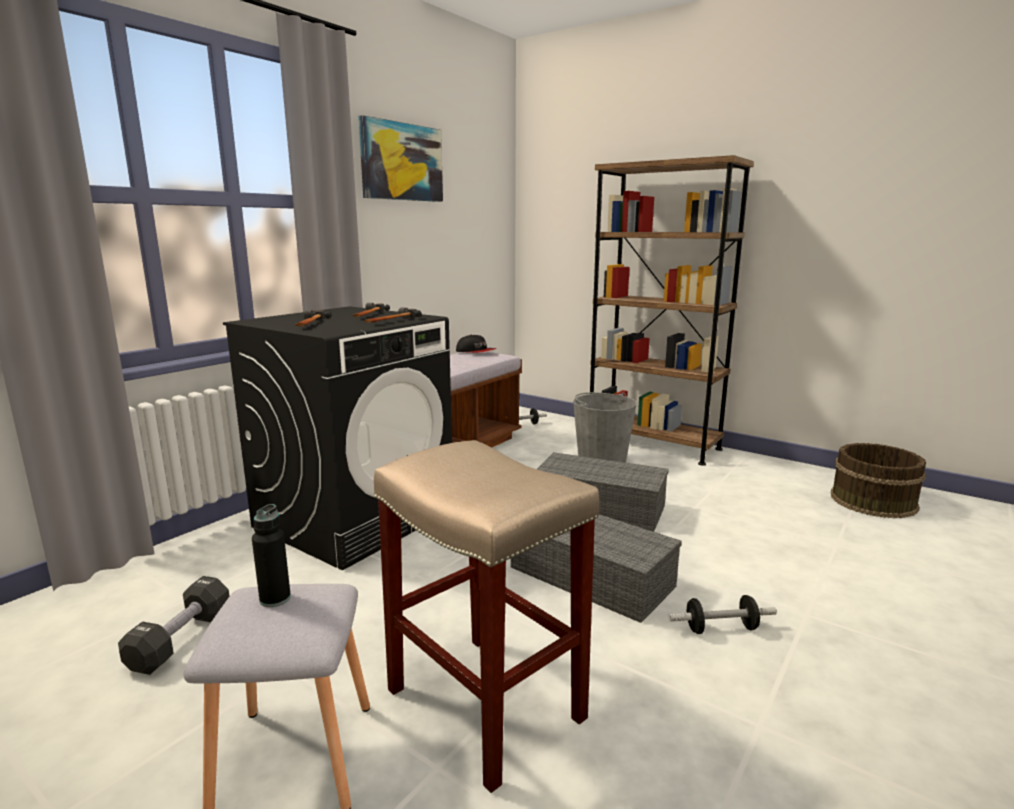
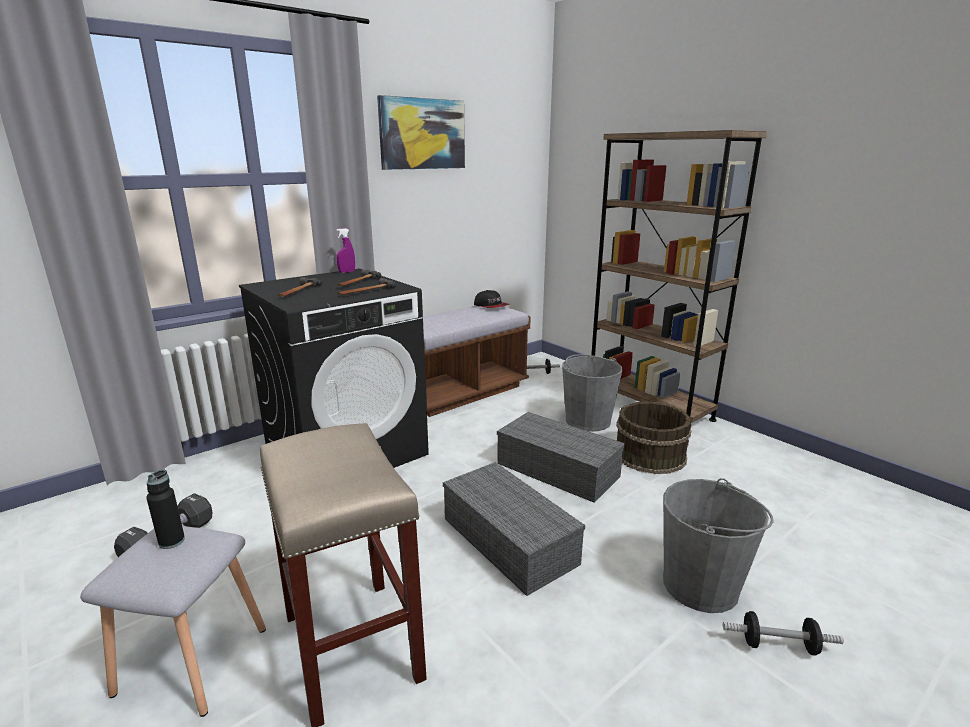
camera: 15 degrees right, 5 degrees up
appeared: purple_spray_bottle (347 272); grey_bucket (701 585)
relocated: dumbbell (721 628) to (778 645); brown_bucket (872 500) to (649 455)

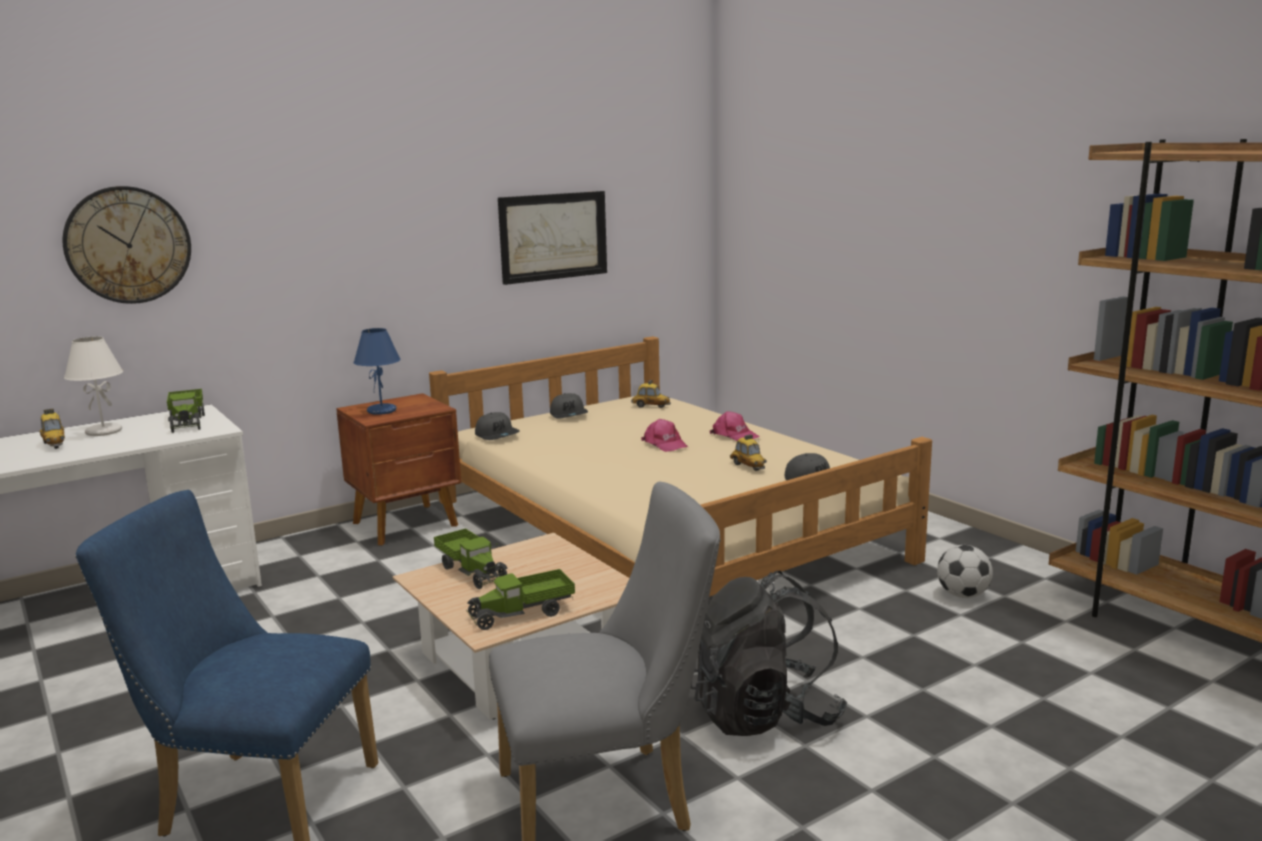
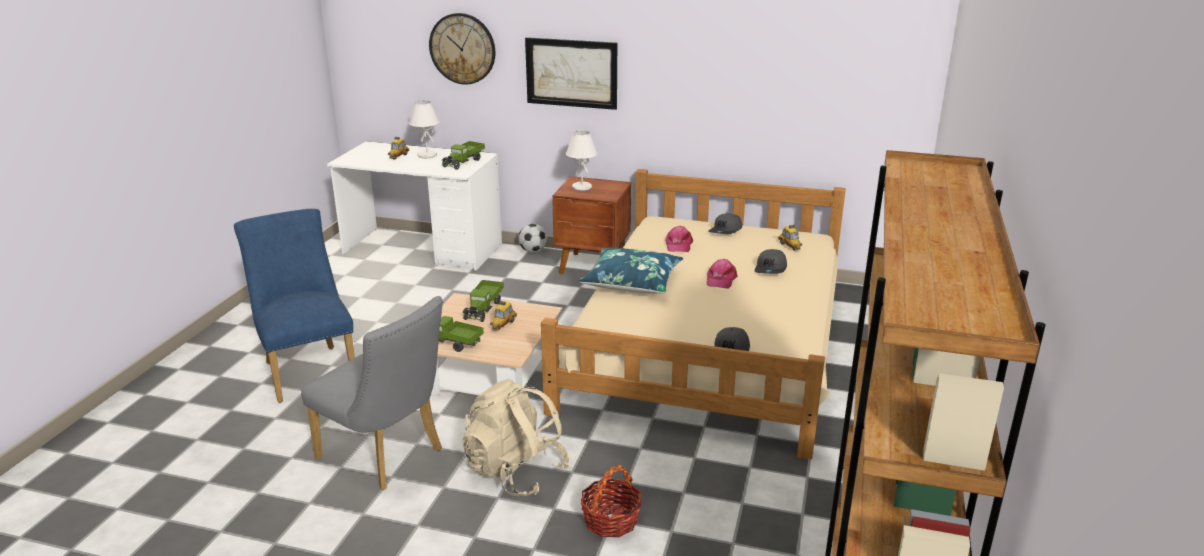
camera: 50 degrees right, 10 degrees up
appeared: blue_pillow (632 281); basket (611 520)
relocated: grey_cap (497 435) to (771 269); picture (553 236) to (571 73); pink_cap (734 436) to (678 245); toy_car (748 466) to (503 324); football (963 595) to (533 251)
colour: blue_table_lamp (382 411) to white_table_lamp (581 187); black_backpack (764 715) to beige_backpack (515 472)

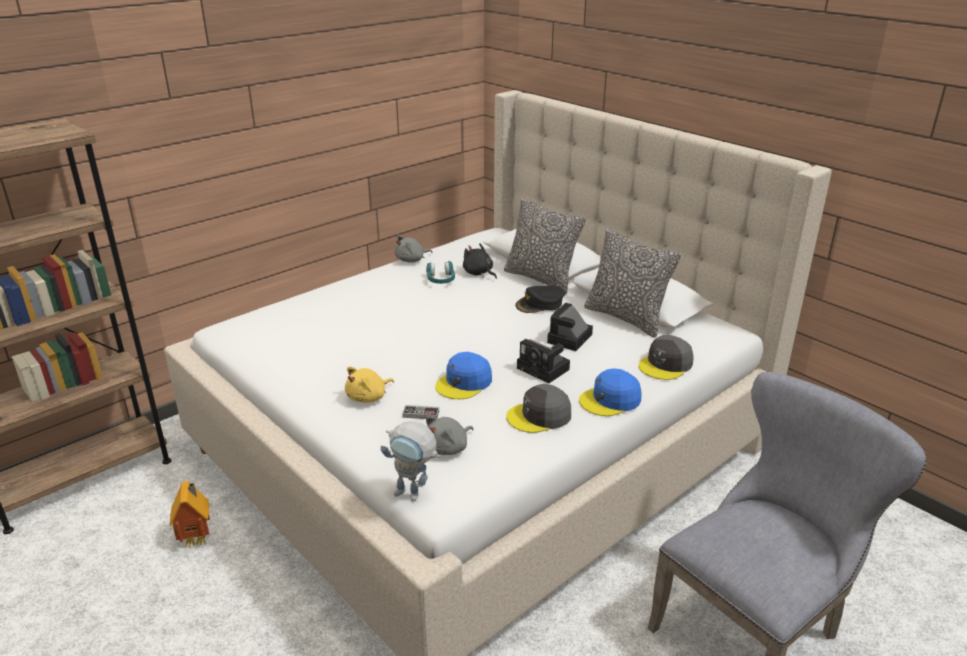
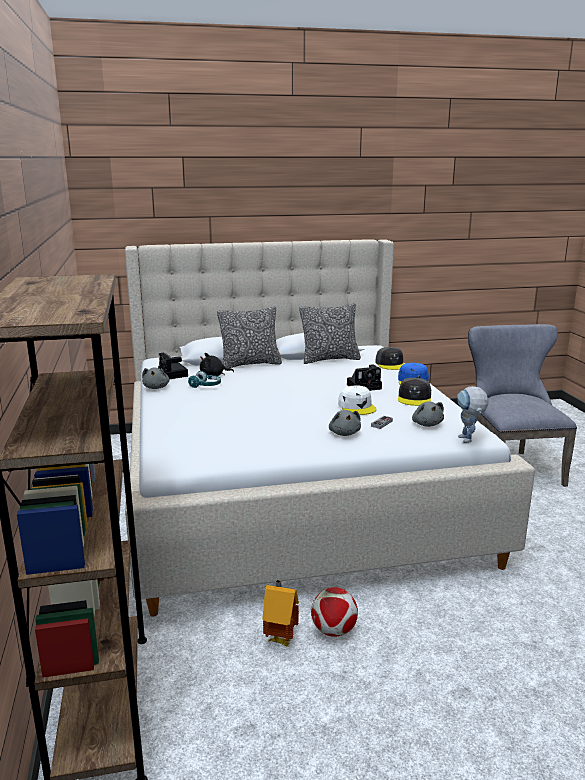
camera: 60 degrees left, 10 degrees down
missing: black_cap (540 304)
appeared: football (334 631)
relocated: photo_camera (569 339) to (174 374)
colour: yellow_plush_toy (368 397) to grey_plush_toy (344 433); blue_cap (464 383) to white_cap (357 407)
spun: toy_robot (414 495) = (468 441) 120 degrees clockwise

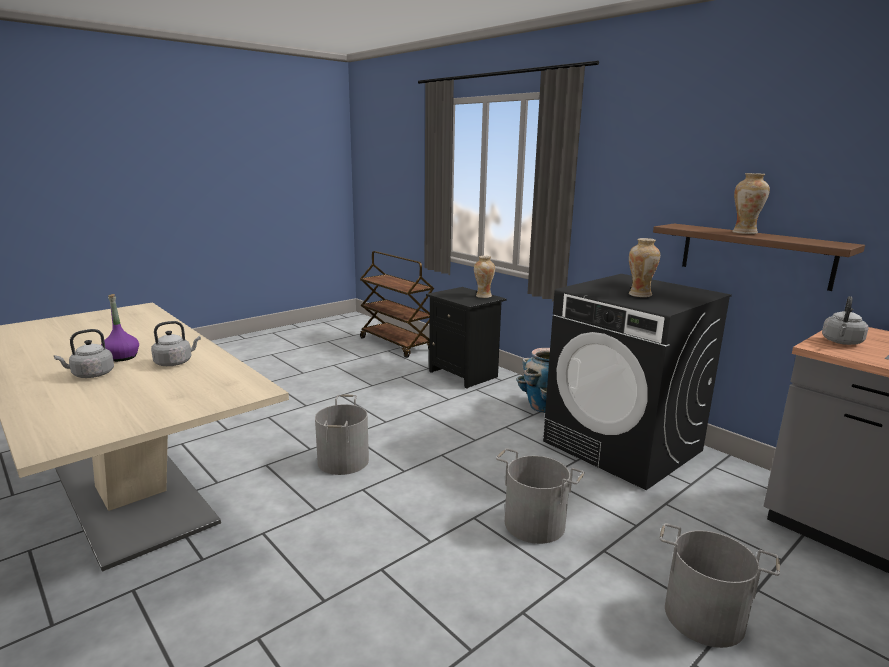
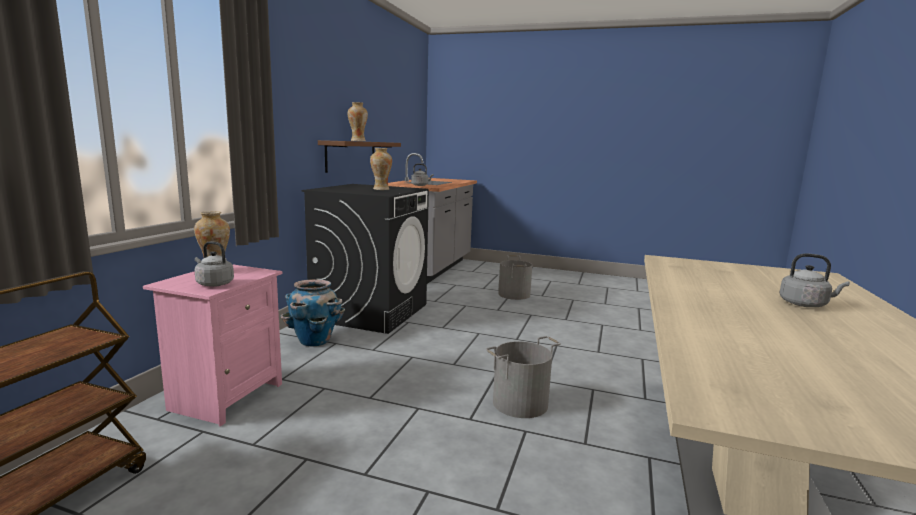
camera: 120 degrees left, 5 degrees down
missing: purple_bottle (122 357); grey_bucket (534 524)
relocated: grey_kettle (175 362) to (213 284)
colour: black_nightstand (464 374) to pink_nightstand (225 397)

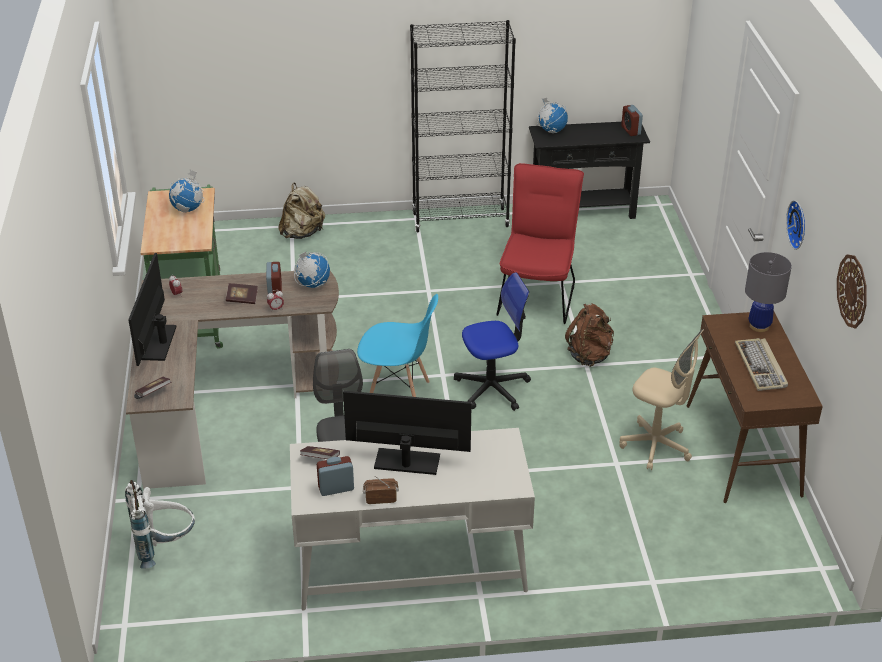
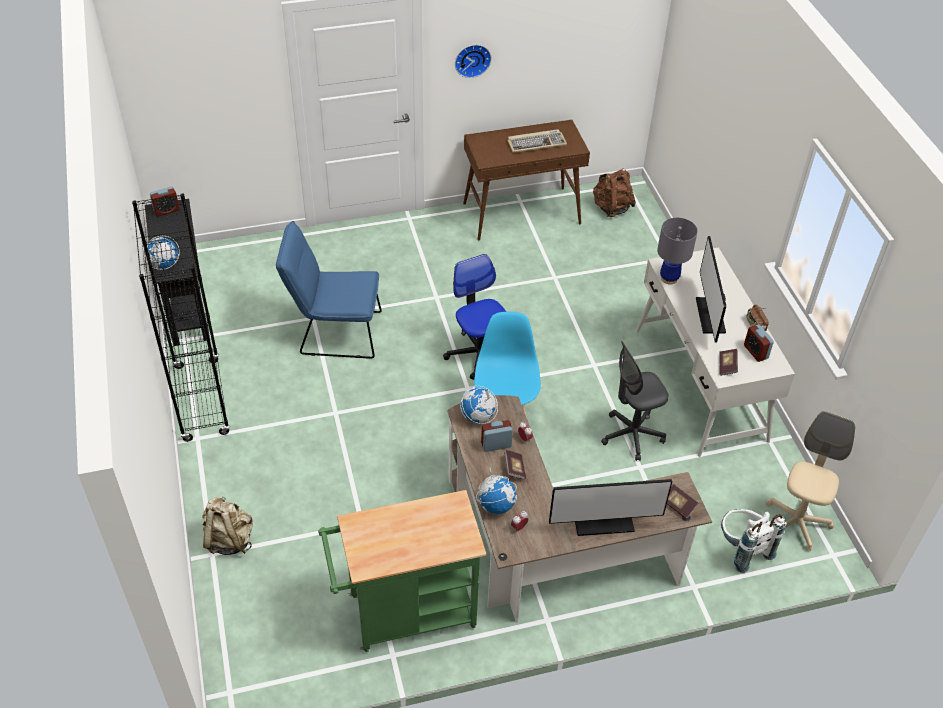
camera: 100 degrees left, 10 degrees up
missing: wall_clock (852 291)
relocated: globe (188 209) to (496 505); brown_backpack (589 356) to (611 208); beige_office_chair (656 446) to (796 522); grey_table_lamp (759 326) to (669 278)
colour: red_chair (537 294) to blue_chair (334 332)

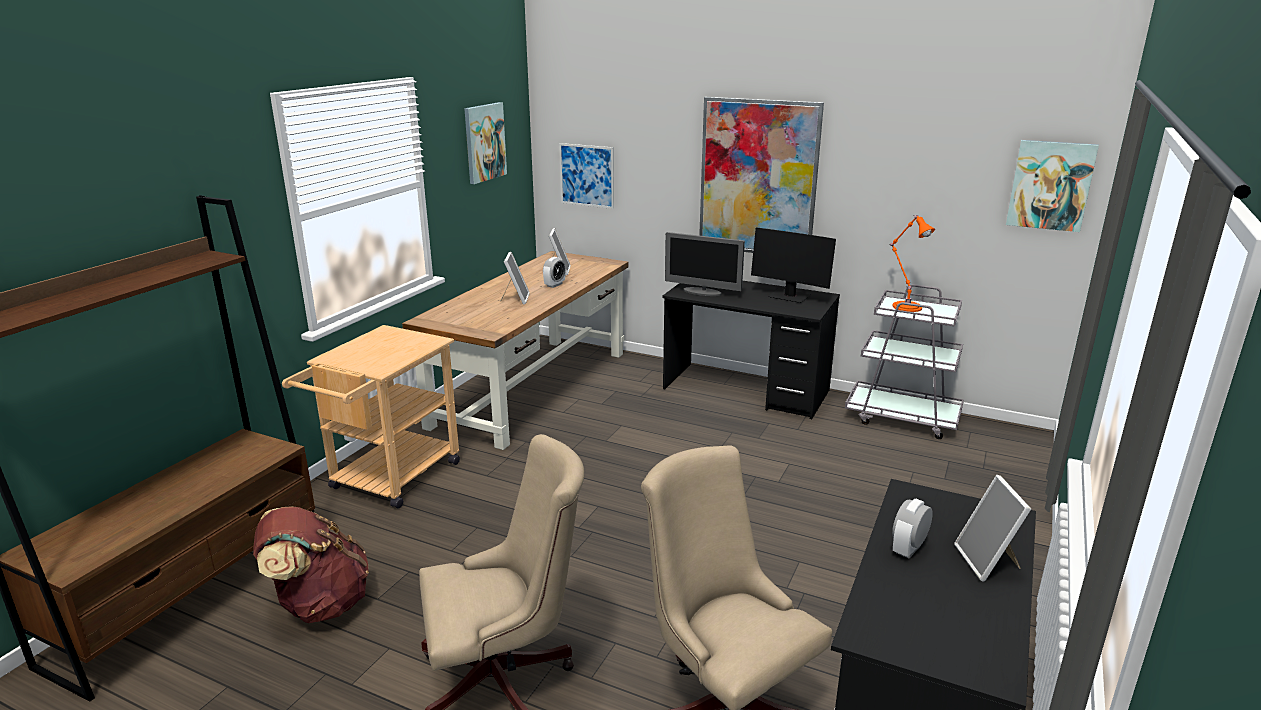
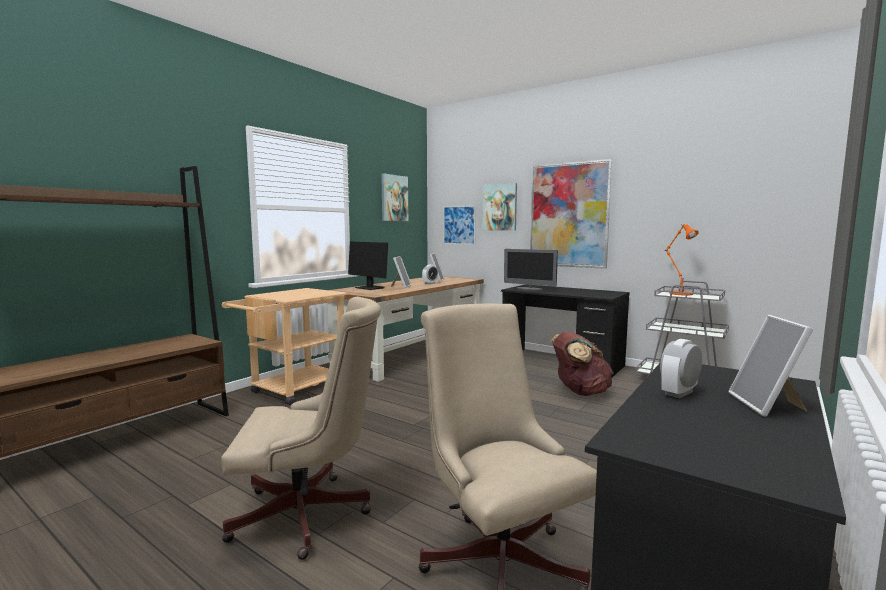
camera: 10 degrees right, 15 degrees down
relocated: brown_backpack (319 604) to (580 392); monitor (789 296) to (369 288); picture (1050 185) to (500 207)

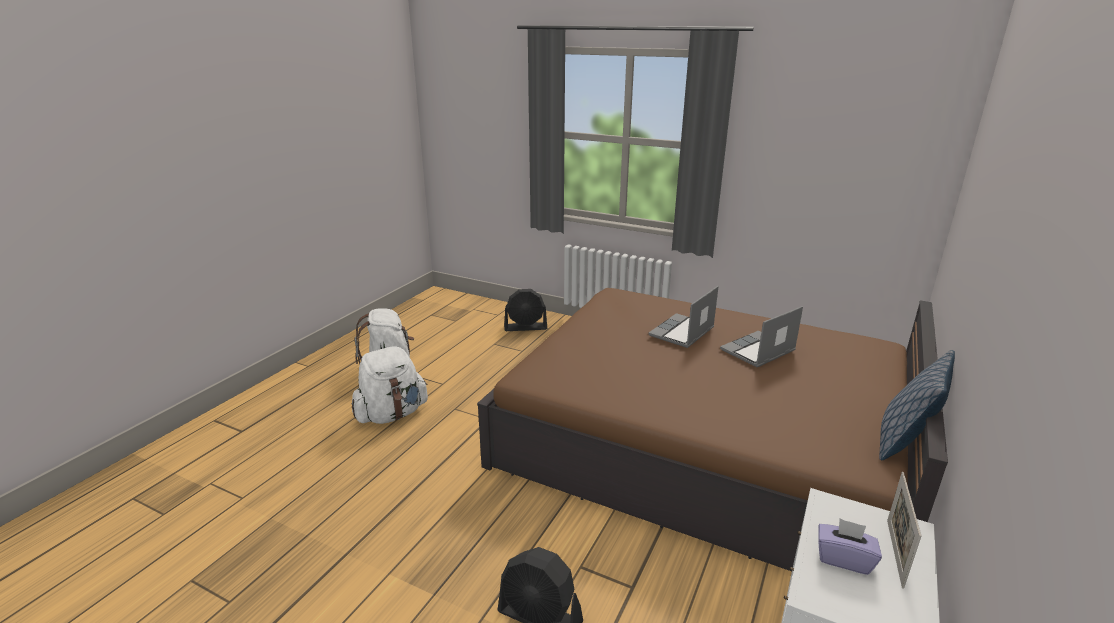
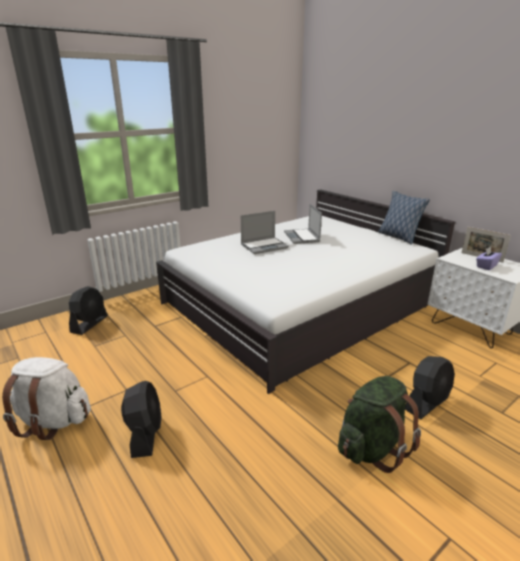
camera: 65 degrees left, 0 degrees up
appeared: green_backpack (372 448)
exchanged: white_backpack (392 414) to black_fan (145 434)
colour: brown_bed (704 442) to white_bed (300 303)
spun: laptop (682 333) = (264 246) 90 degrees counterclockwise

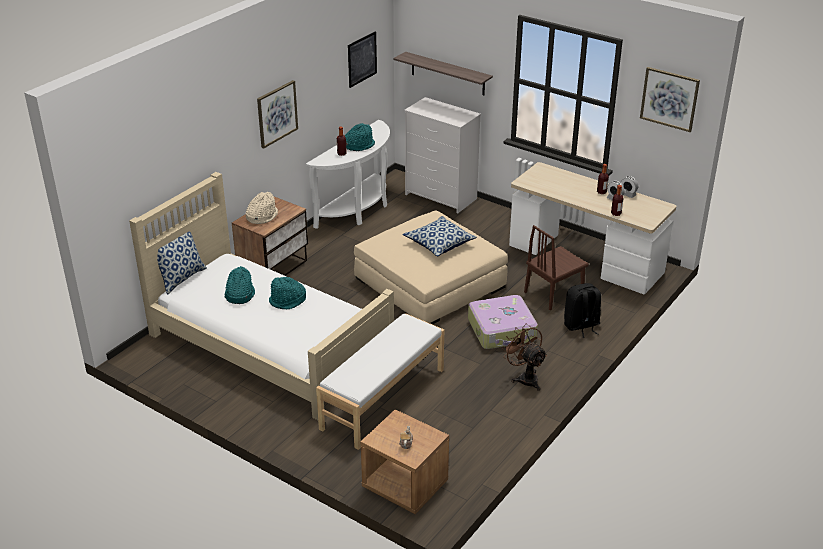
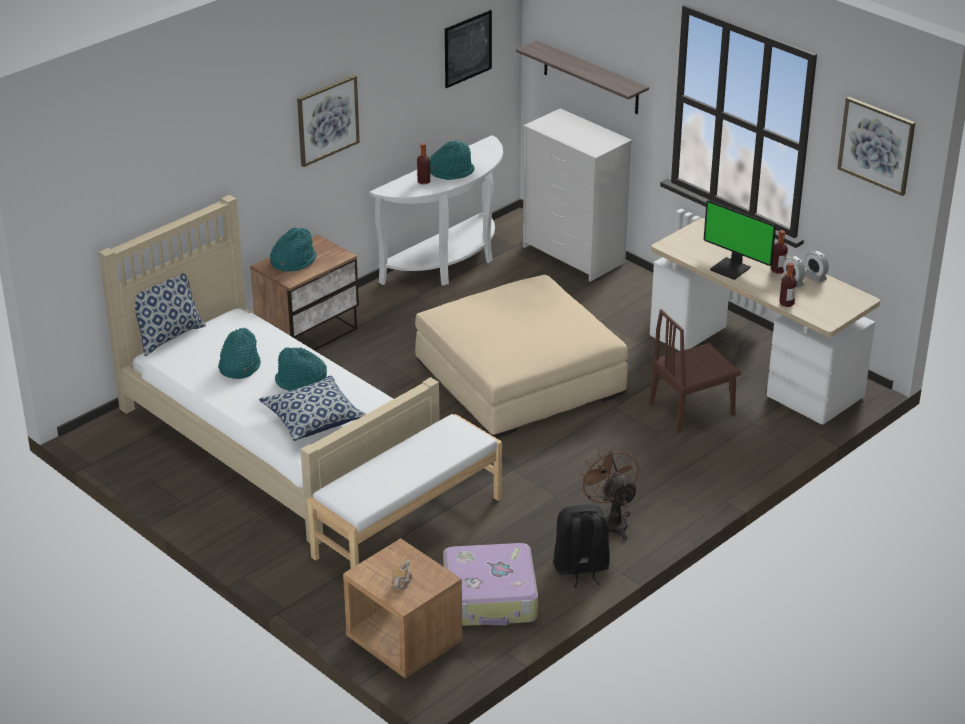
camera: 10 degrees right, 0 degrees up
appeared: monitor (731 268)
relocated: pillow (439 244) to (314 419); suitcase (502 330) to (490 598); black_backpack (581 326) to (581 569)
colour: beige_hat (262 216) to turquoise_hat (293 261)

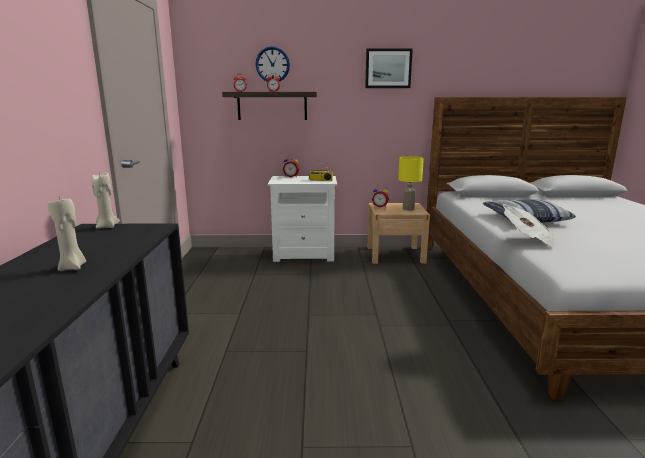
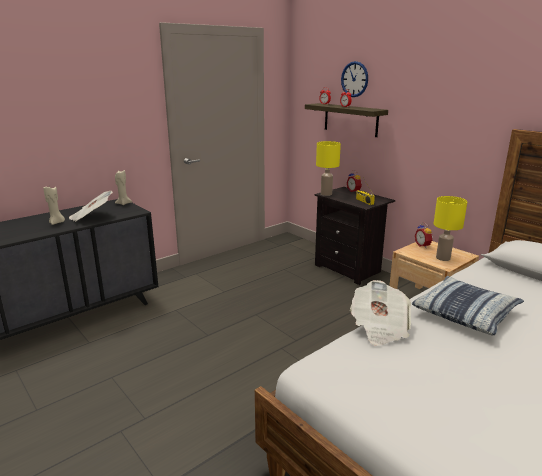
camera: 50 degrees right, 5 degrees up
missing: picture (388 68)
appeared: newspaper (91 217); yellow_table_lamp (326 194)
colour: white_nightstand (304 254) to black_nightstand (349 269)

